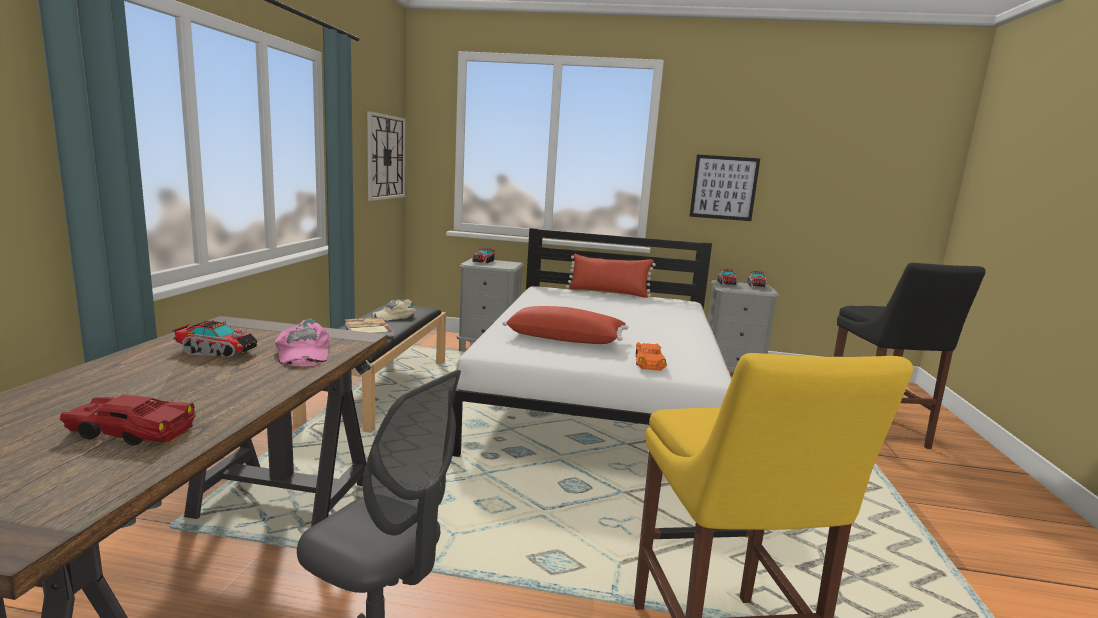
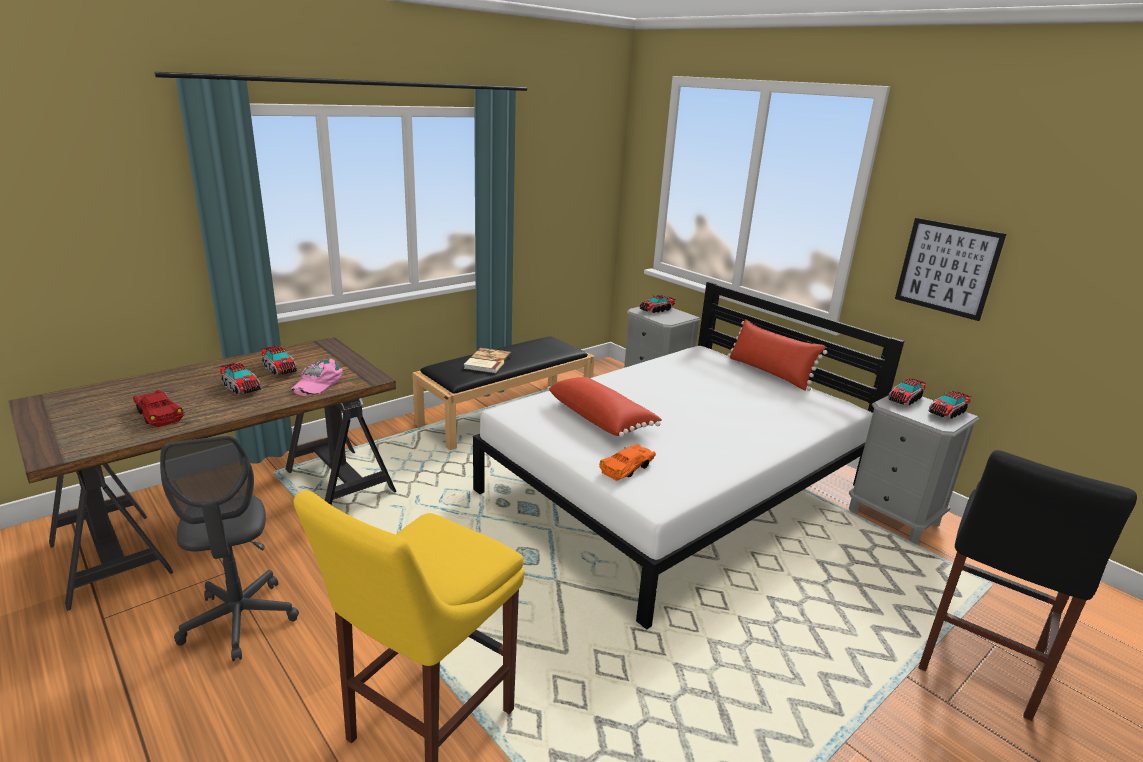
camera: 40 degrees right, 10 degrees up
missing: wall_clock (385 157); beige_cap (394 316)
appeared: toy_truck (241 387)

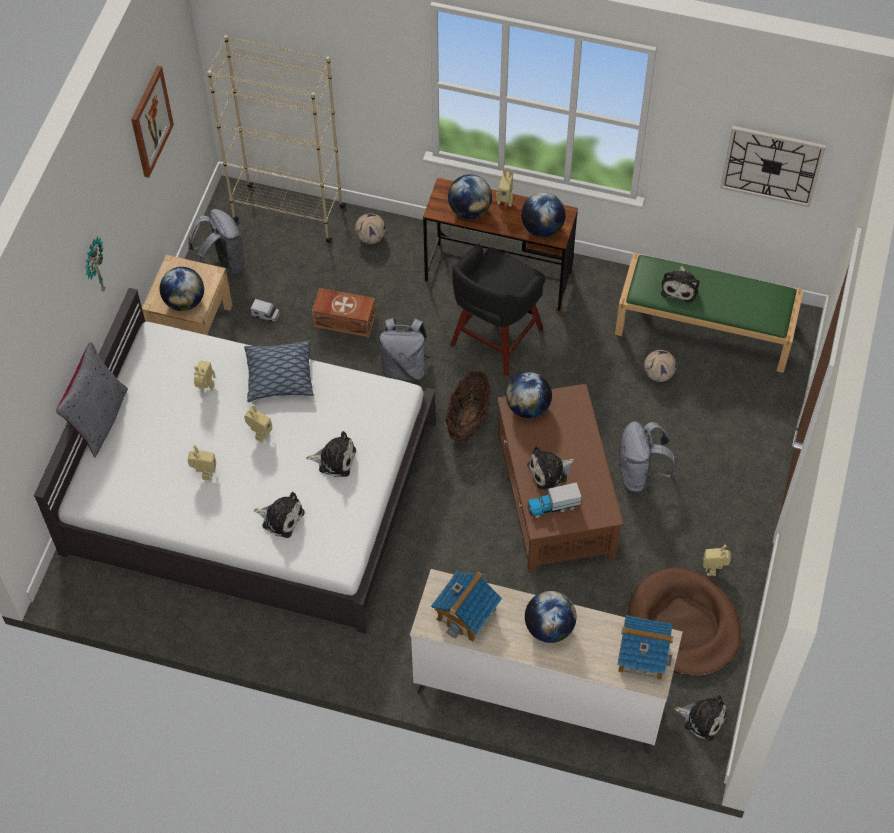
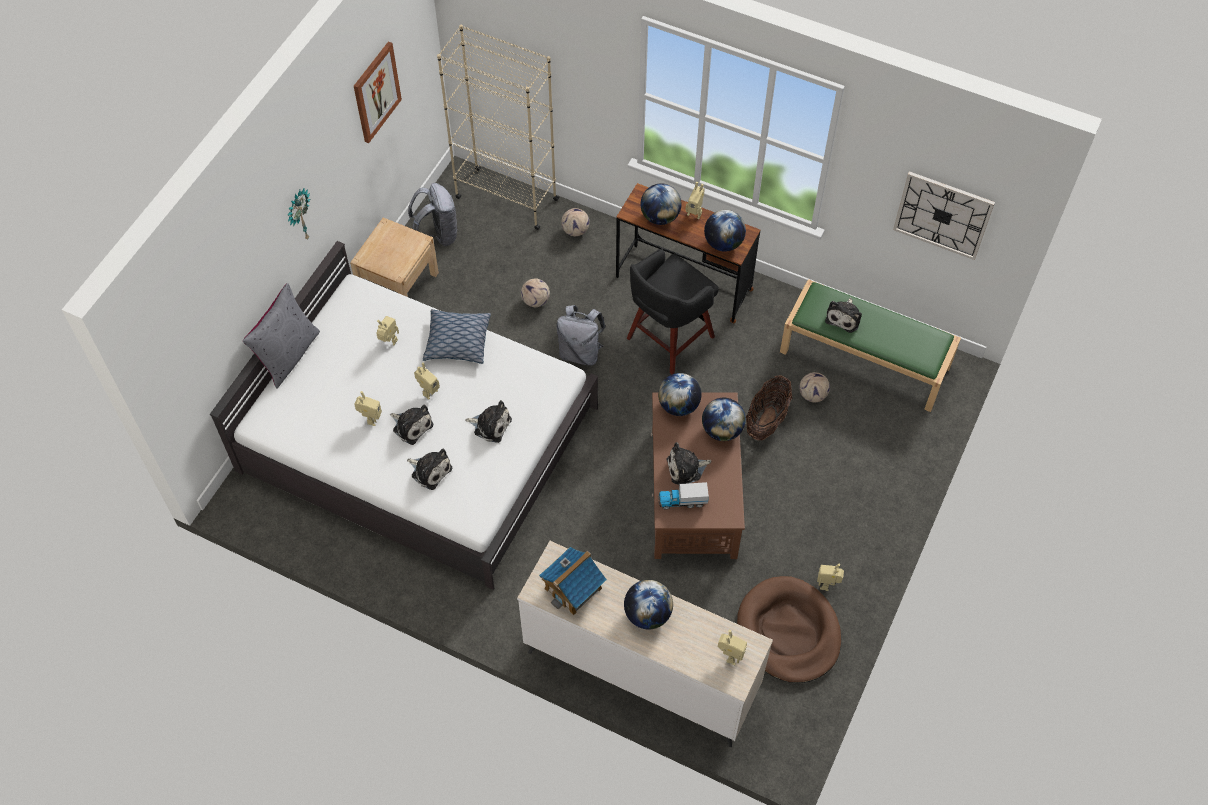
camera: 10 degrees right, 0 degrees up
missing: toy_truck (266 315); grey_backpack (640 474)
relocated: globe (184 301) to (722 430); basket (468 420) to (766 420); plush_toy (702 718) to (411 426)
exchanged: brown_storage_box (344 319) to football (535 300); toy_house (642 655) to toy_robot (730 655)

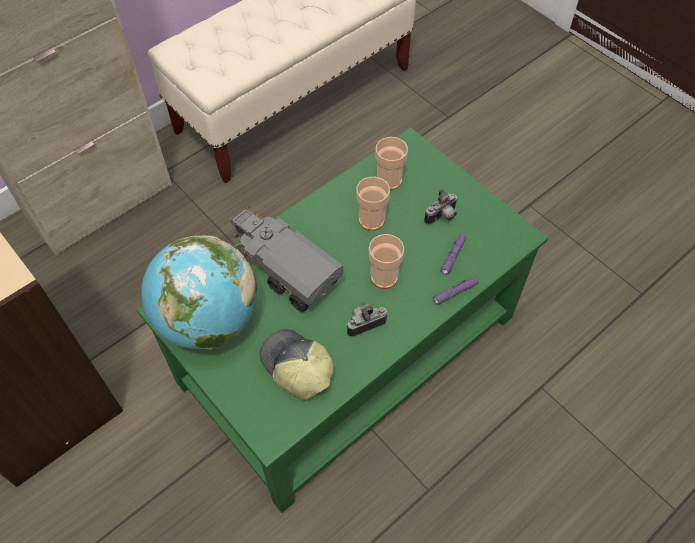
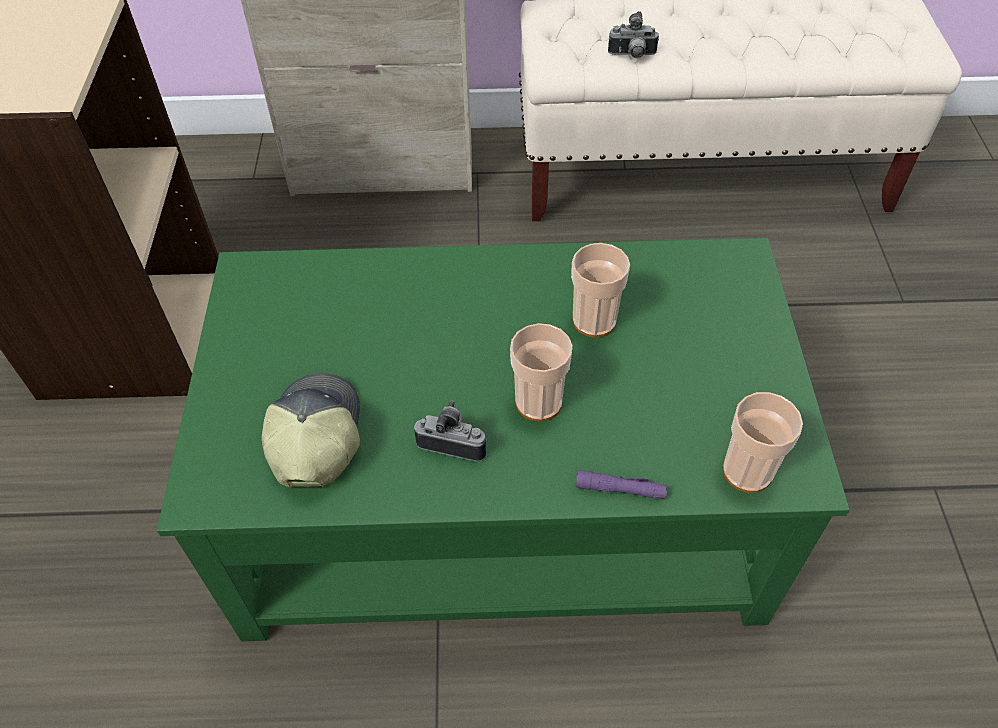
camera: 40 degrees right, 5 degrees down
missing: globe (208 321); toy_truck (285 271); purple_flashlight (453 256)
relocated: cup (389 180) to (747 471); photo_camera (442 217) to (632 56)

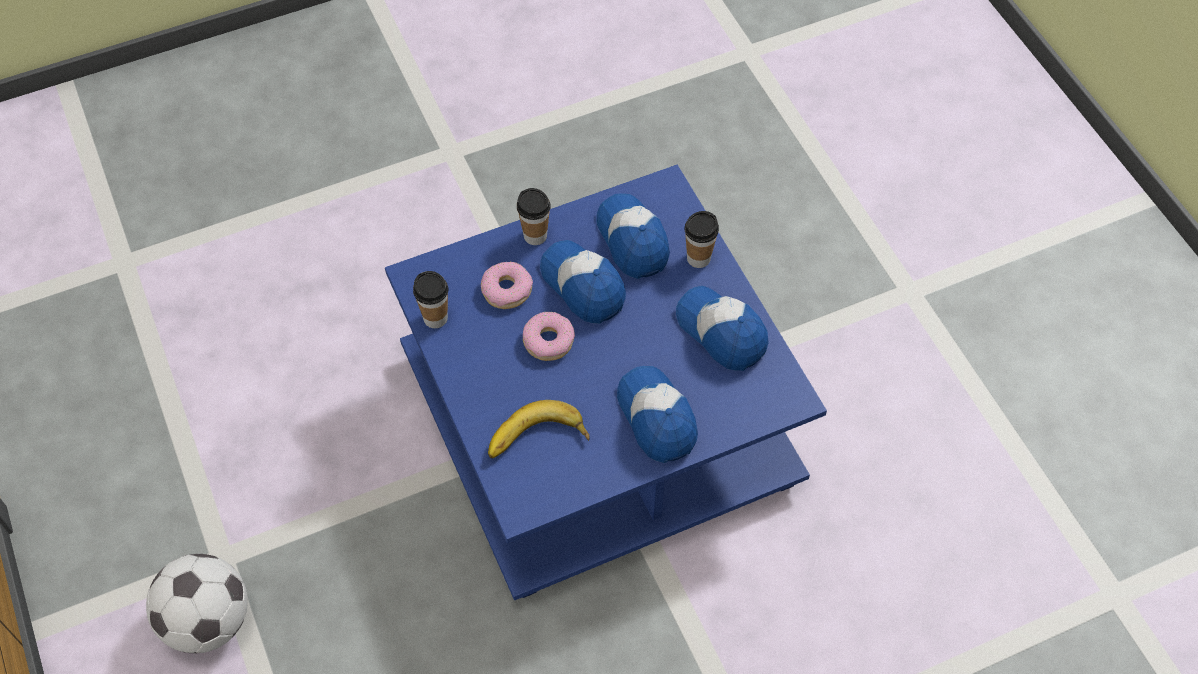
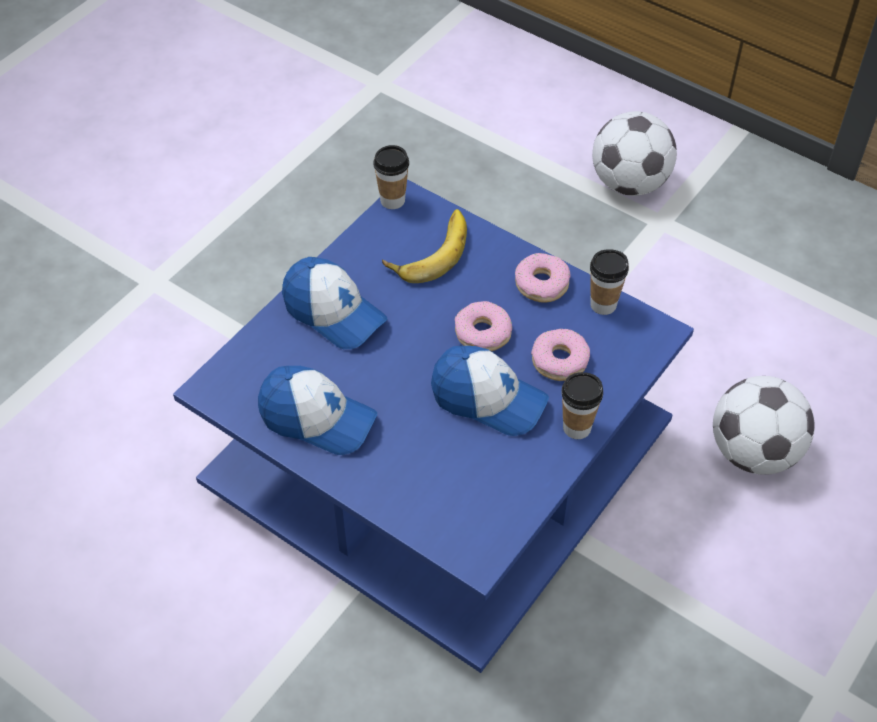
camera: 150 degrees right, 5 degrees down
missing: cap (633 240)
appeared: donut (542 284); football (753 452)
relocated: cup (698 258) to (392 200)

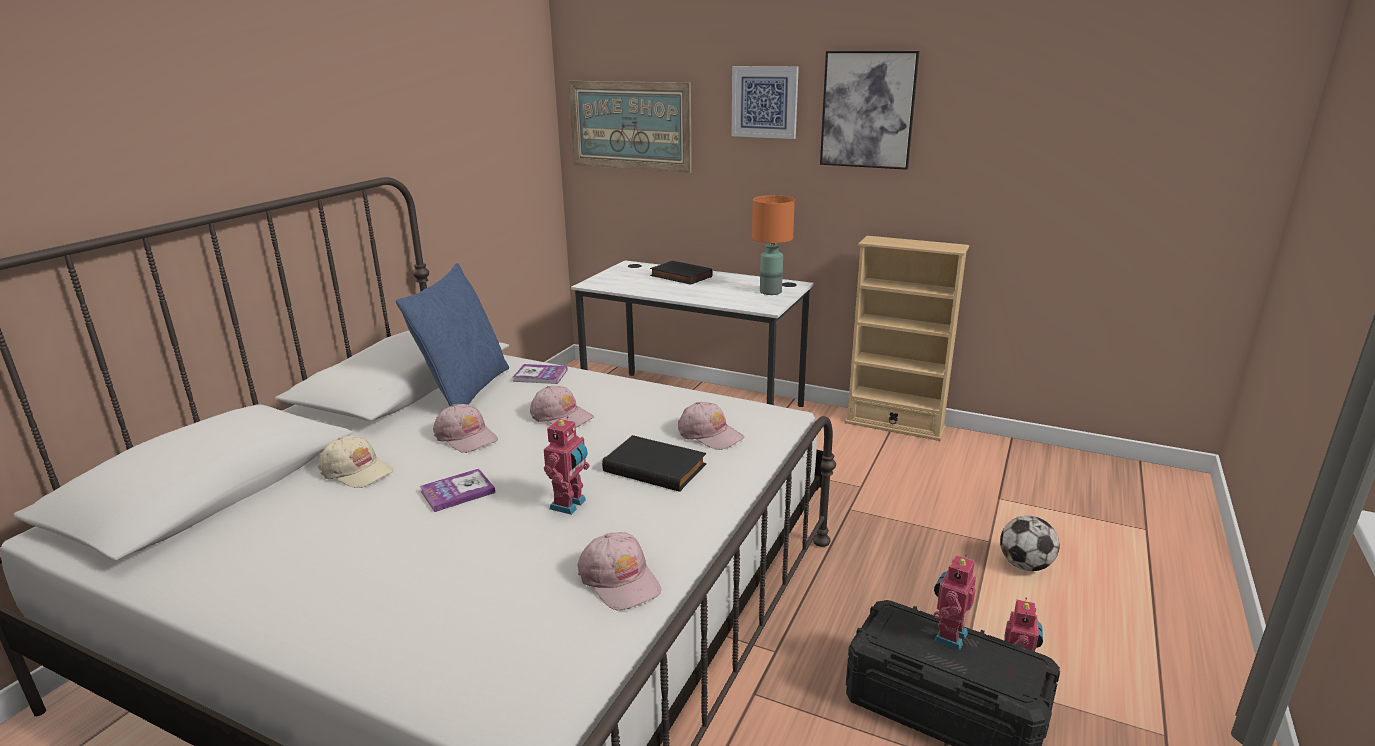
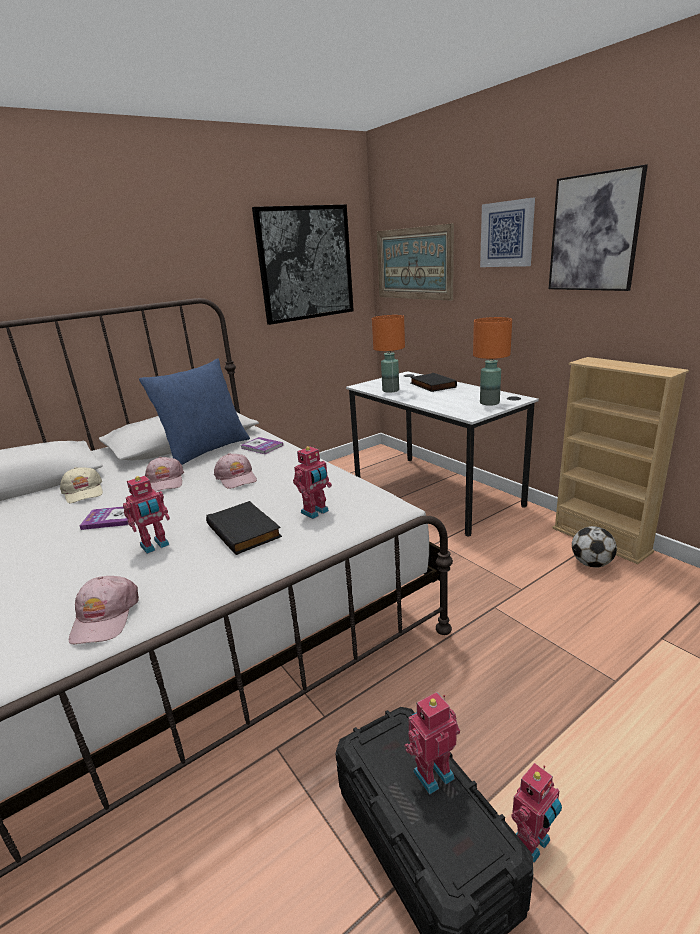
camera: 30 degrees right, 0 degrees up
appeared: picture (305 263); orange_table_lamp (391 390)
relocated: football (1025 565) to (591 563)
exchanged: pink_cap (709 434) to toy_robot (316 512)

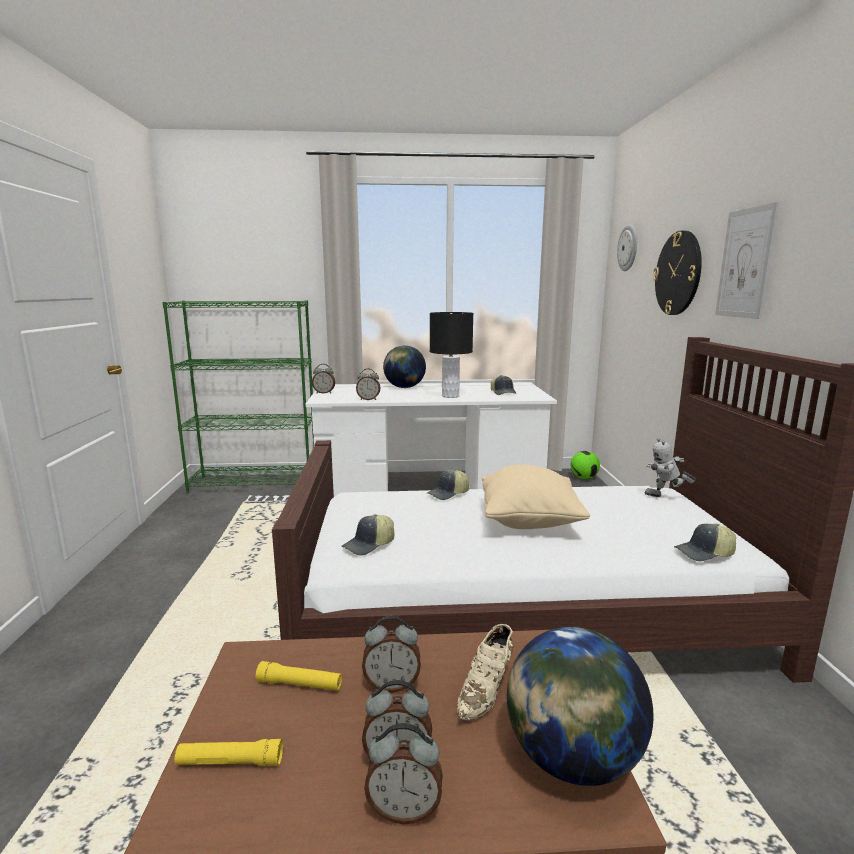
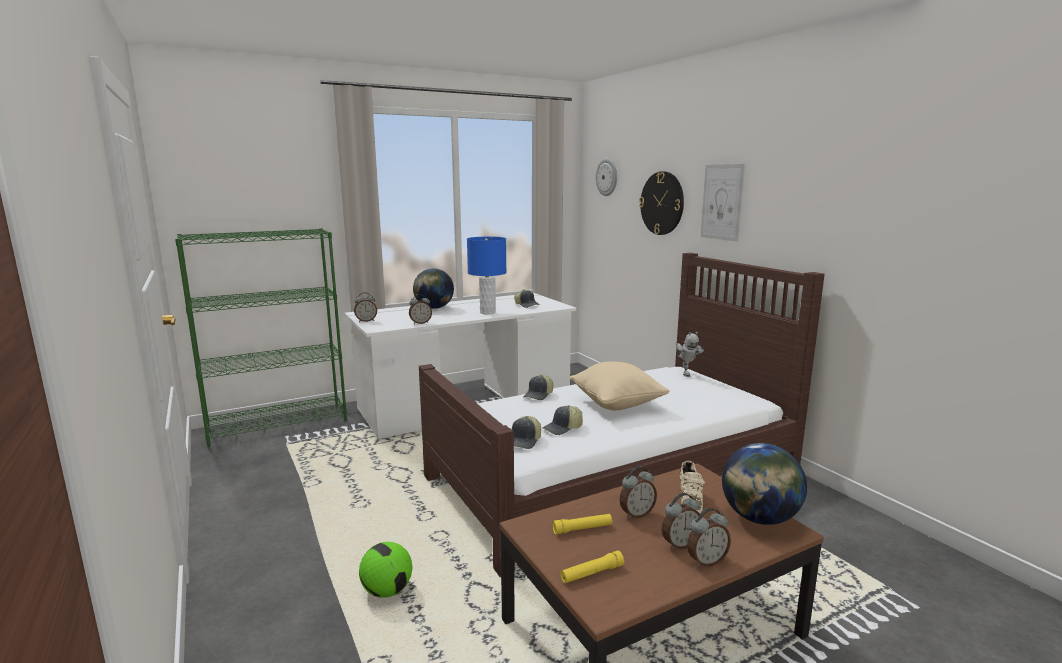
camera: 25 degrees left, 0 degrees up
relocated: football (584 478) to (387 591); cap (705 553) to (563 429)
colour: black_table_lamp (450 396) to blue_table_lamp (487 312)
spun: toy_robot (666 497) = (686 373) 75 degrees counterclockwise

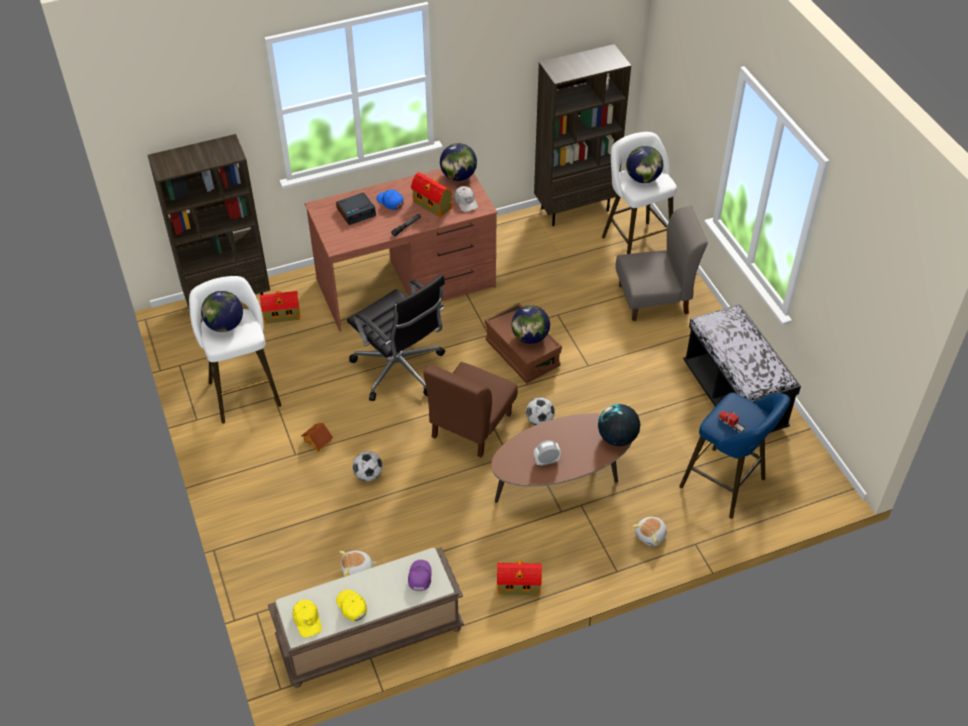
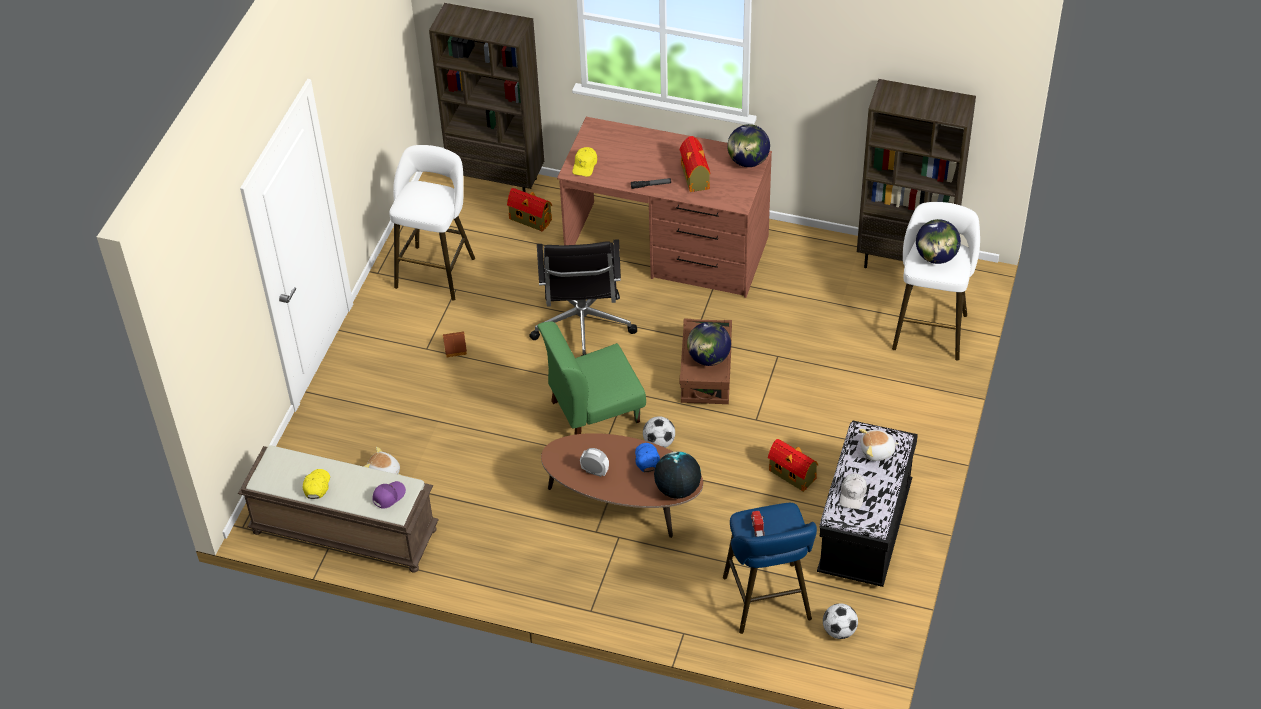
camera: 40 degrees right, 0 degrees up
missing: globe (225 325); alarm_clock (356 211); grey_chair (654 299)
relocated: yellow_cap (307 620) to (585 165); football (368 475) to (839 631); blue_cap (390 202) to (647 459); white_cap (466 202) to (853 494); toy_house (520 586) to (793 475); plush_toy (651 535) to (877 451)
colour: brown_chair (470 425) to green_chair (594 411)

